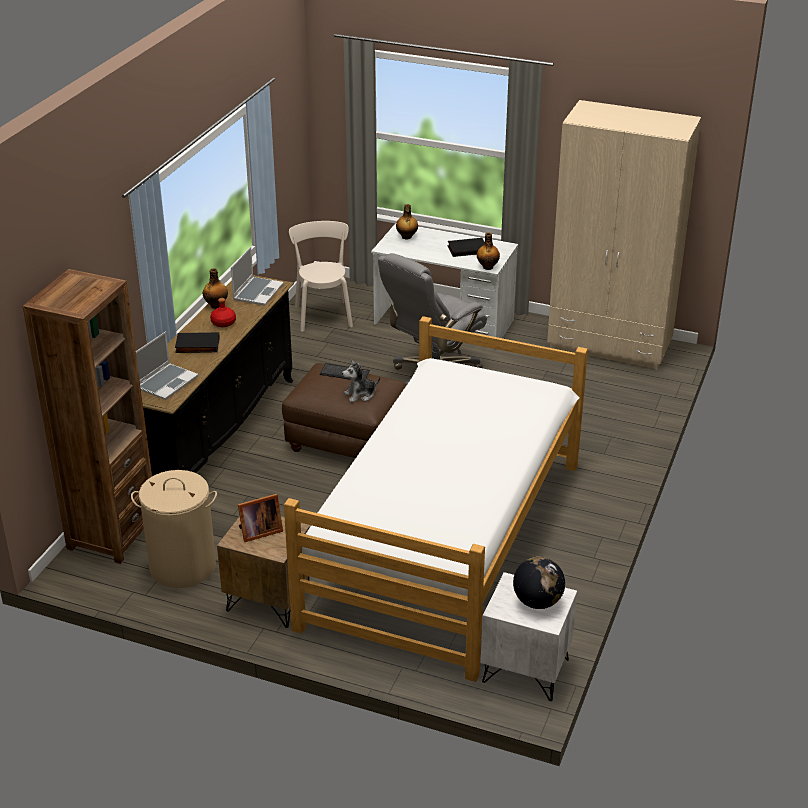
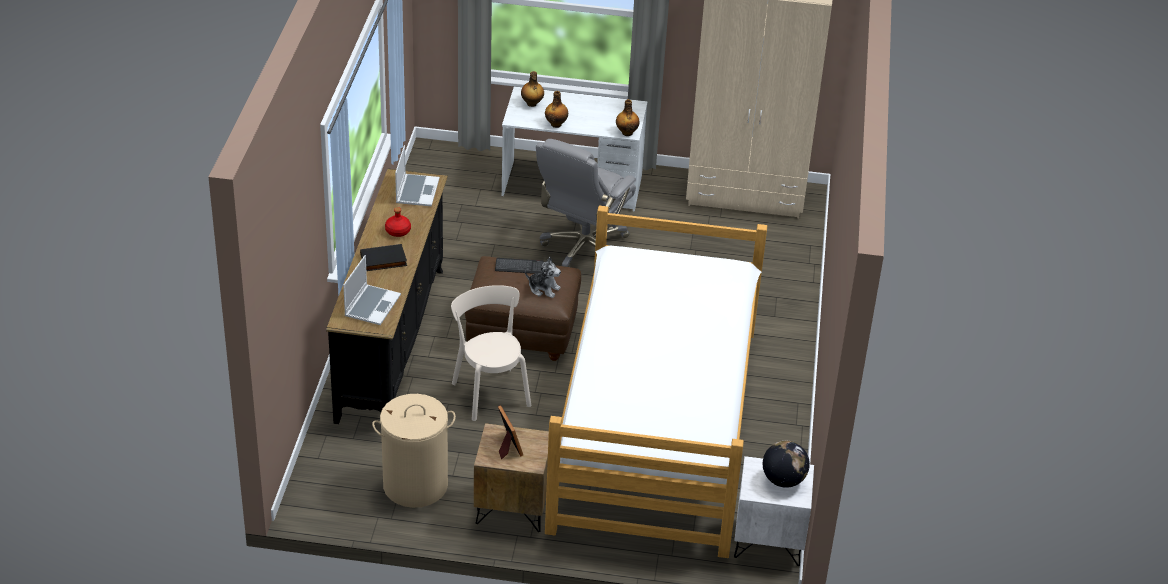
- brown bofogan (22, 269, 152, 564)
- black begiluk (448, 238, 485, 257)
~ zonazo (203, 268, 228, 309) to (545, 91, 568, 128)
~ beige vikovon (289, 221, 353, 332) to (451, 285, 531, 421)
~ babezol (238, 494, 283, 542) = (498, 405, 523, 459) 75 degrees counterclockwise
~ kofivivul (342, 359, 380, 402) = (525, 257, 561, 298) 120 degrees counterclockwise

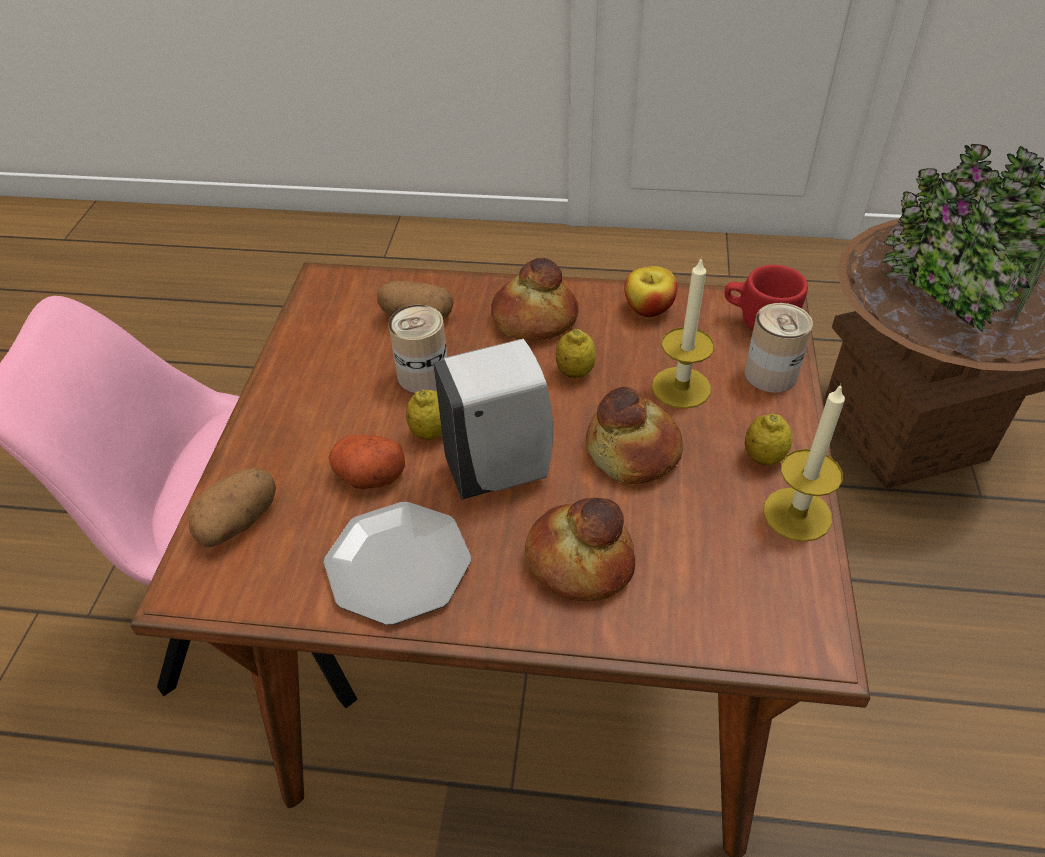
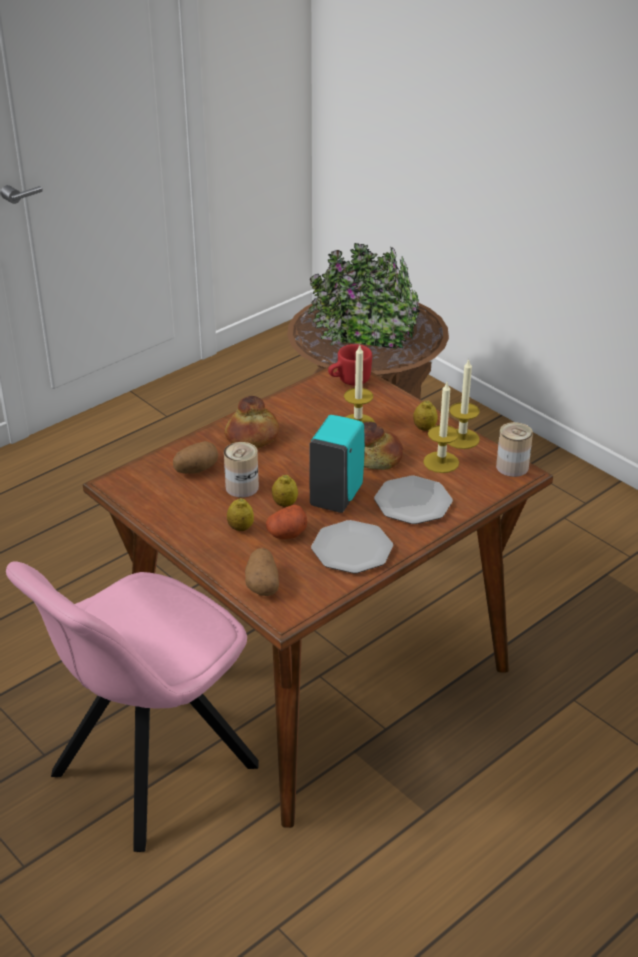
- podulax (624, 266, 677, 317)
+ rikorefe (423, 382, 459, 473)
~ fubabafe (556, 329, 596, 378) to (227, 498, 254, 531)
~ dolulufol (744, 303, 813, 393) to (496, 422, 533, 477)
~ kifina (525, 498, 635, 601) to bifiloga (374, 476, 453, 524)
~ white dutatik (433, 339, 553, 500) to turquoise dutatik (309, 415, 365, 513)

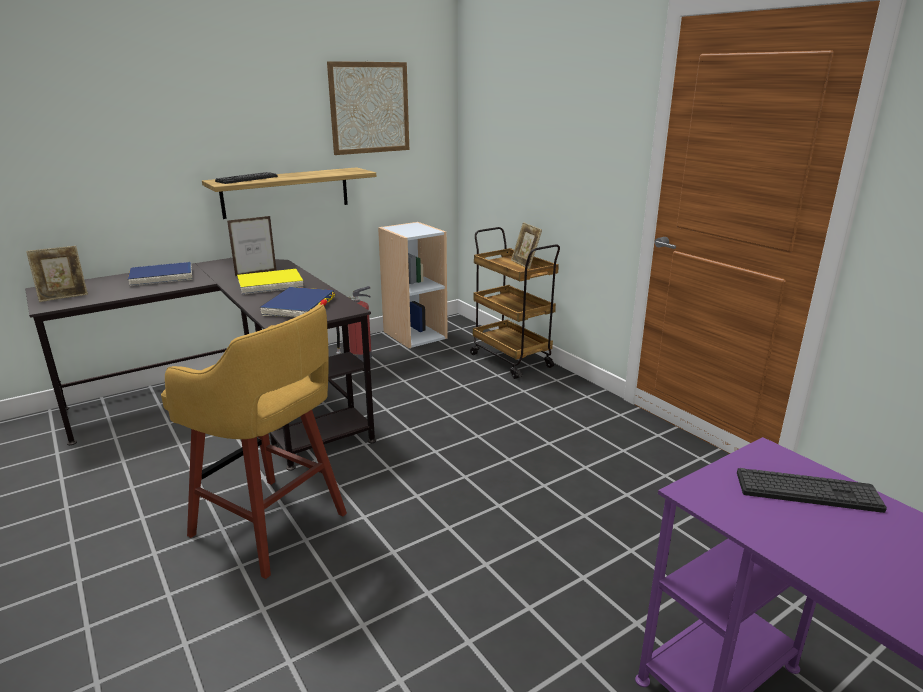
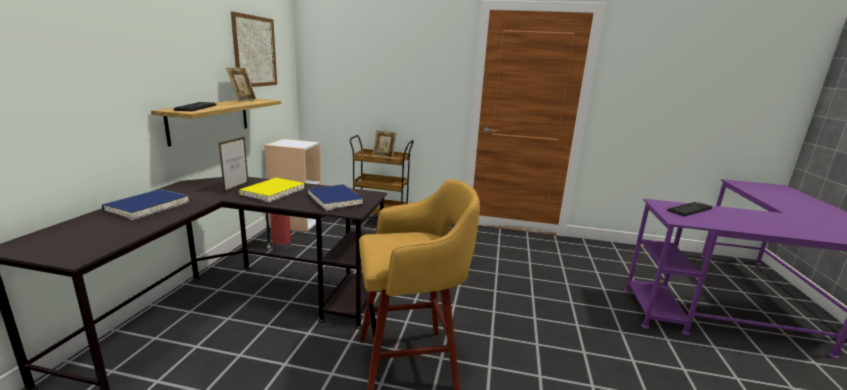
~ babezol (26, 246, 88, 302) to (226, 67, 257, 102)

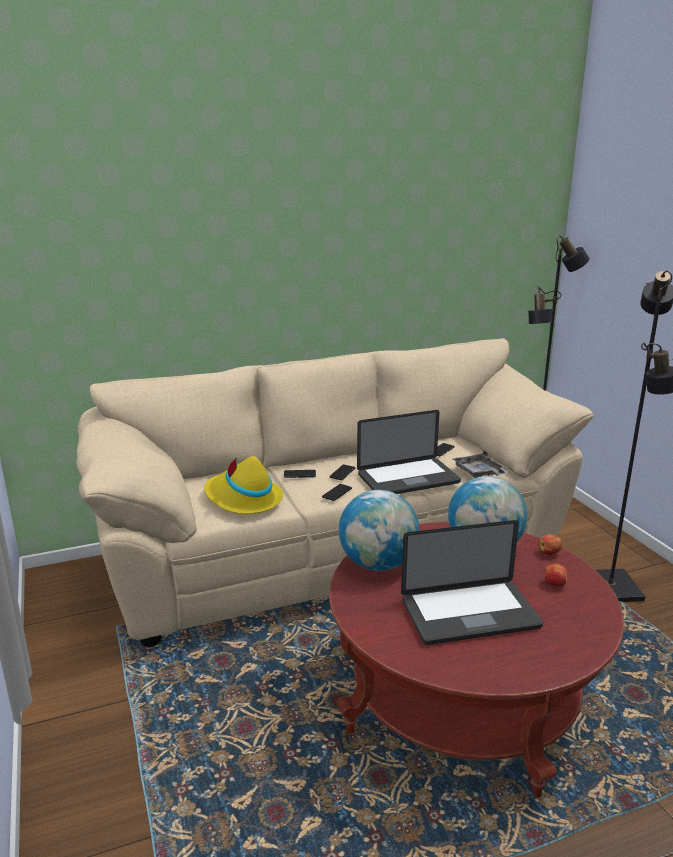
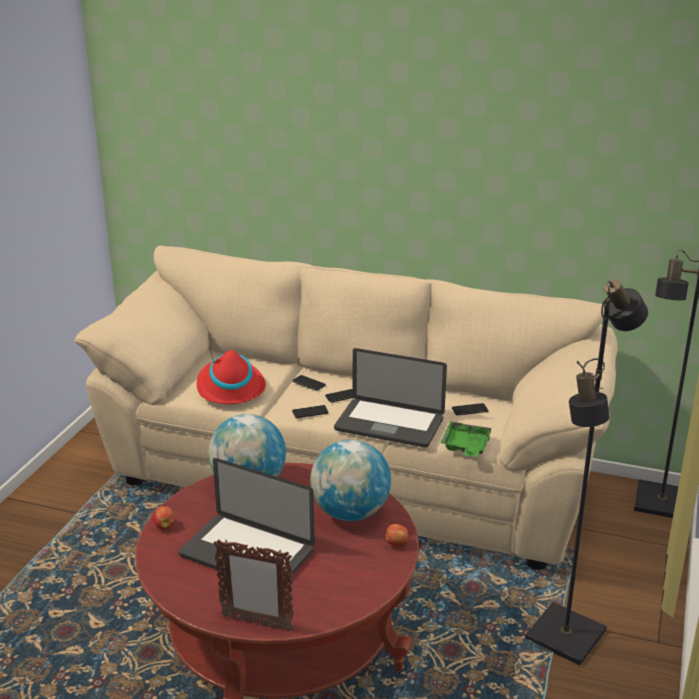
+ babezol (214, 539, 294, 631)
~ podulax (545, 564, 568, 587) to (153, 506, 175, 529)
~ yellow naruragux (204, 456, 283, 514) to red naruragux (197, 346, 266, 404)
~ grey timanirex (453, 451, 509, 478) to green timanirex (441, 421, 492, 457)

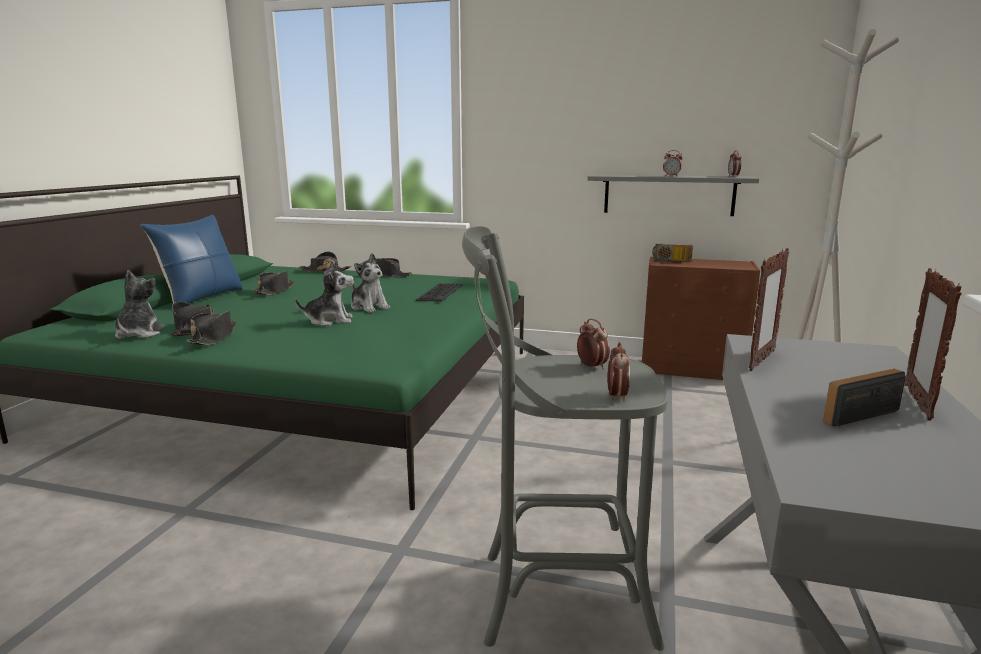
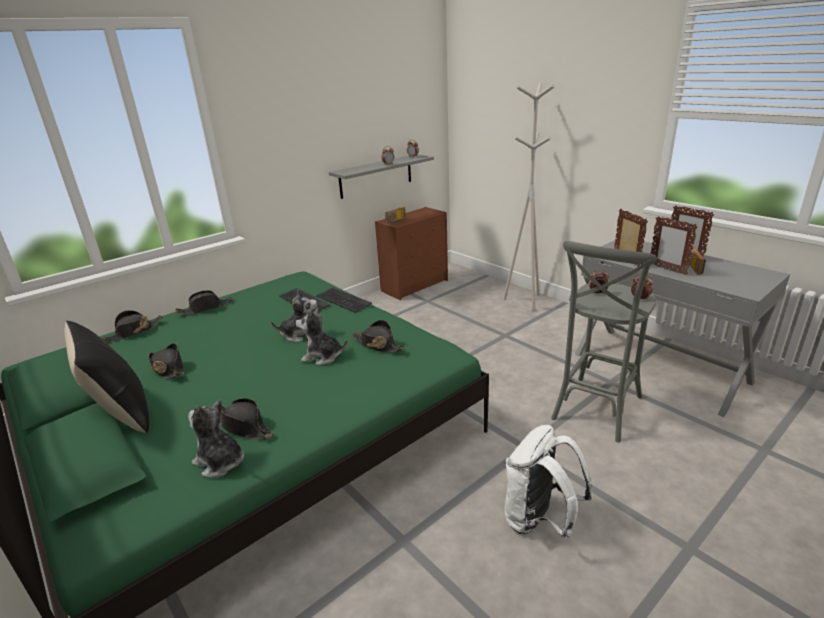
+ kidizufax (316, 287, 372, 313)
+ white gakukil (504, 425, 592, 539)
+ babezol (650, 216, 698, 275)
~ black naruragux (186, 311, 236, 345) to (352, 320, 406, 353)
~ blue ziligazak (141, 215, 243, 304) to black ziligazak (64, 321, 149, 433)
~ kofivivul (295, 261, 354, 326) = (296, 308, 348, 365) 105 degrees counterclockwise

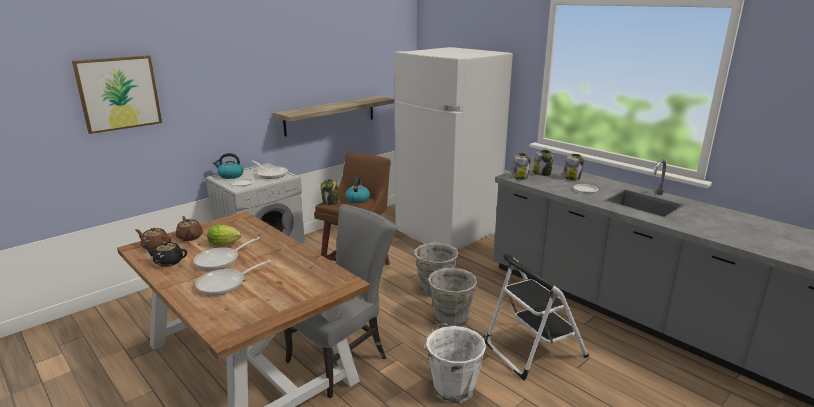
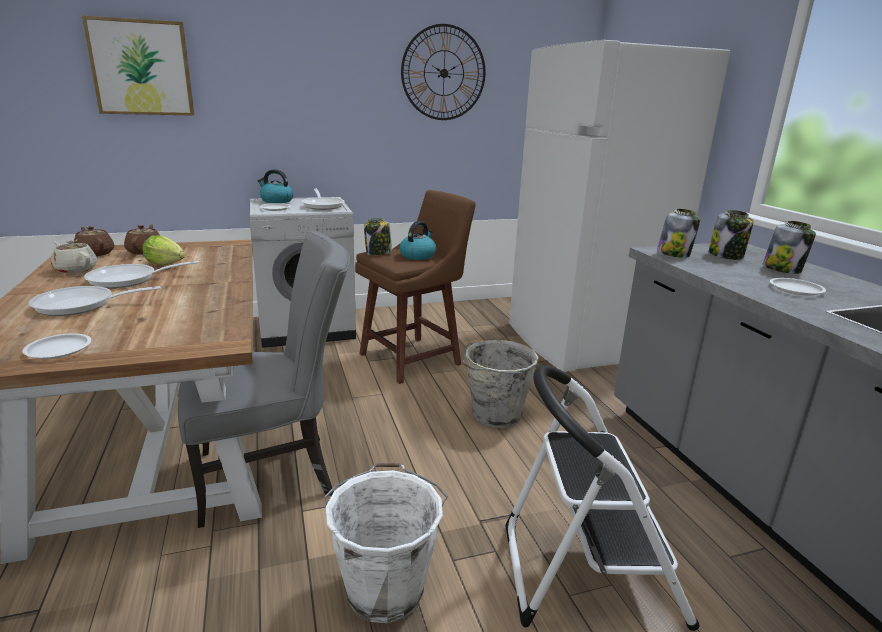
- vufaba (274, 96, 395, 137)
- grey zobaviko (425, 268, 478, 327)
+ white bifiloga (22, 333, 91, 359)
+ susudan (401, 24, 486, 120)
~ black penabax (143, 242, 187, 267) to beige penabax (51, 240, 97, 273)

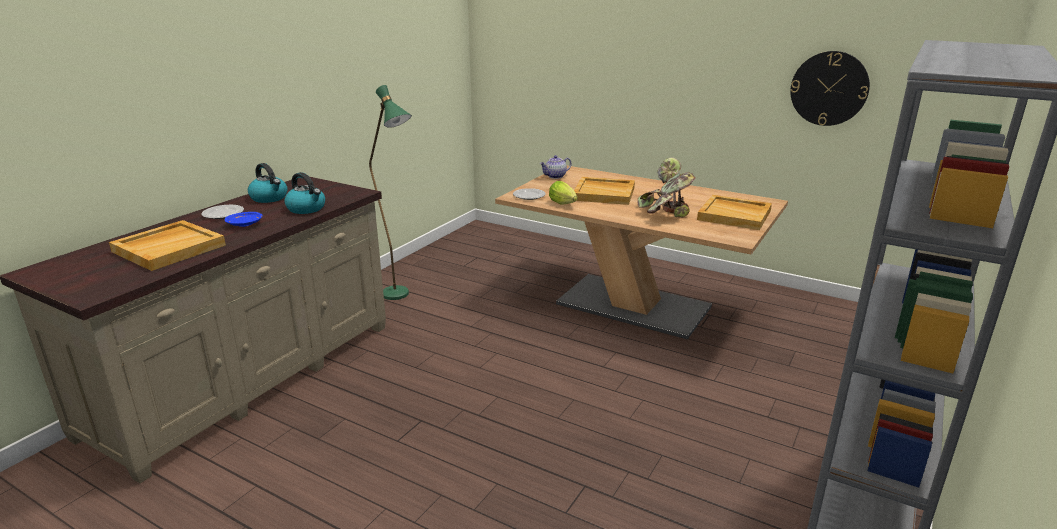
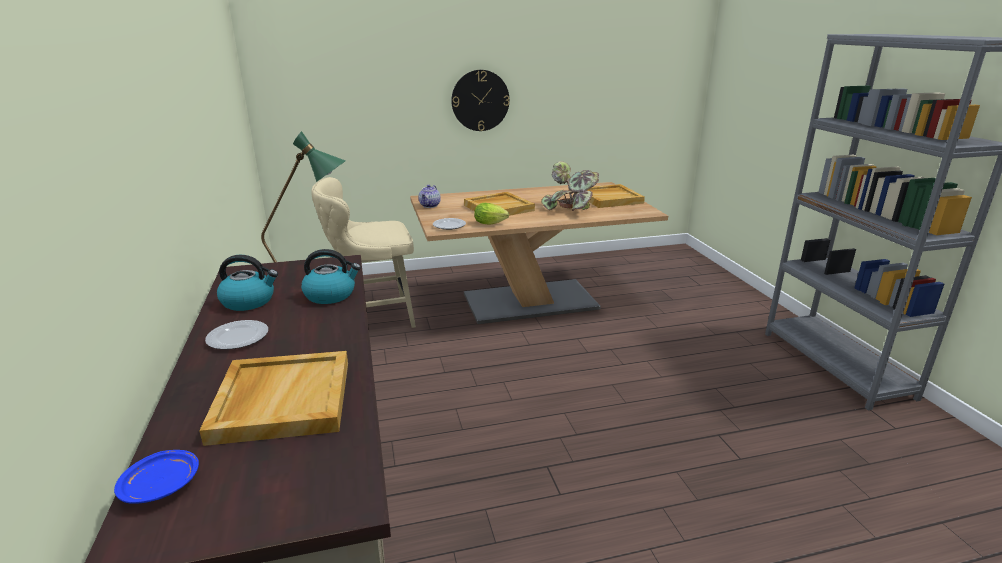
+ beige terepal (311, 177, 416, 328)
~ blue bifiloga (225, 212, 263, 227) to (114, 450, 199, 504)
~ susudan (790, 51, 870, 126) to (451, 70, 510, 131)

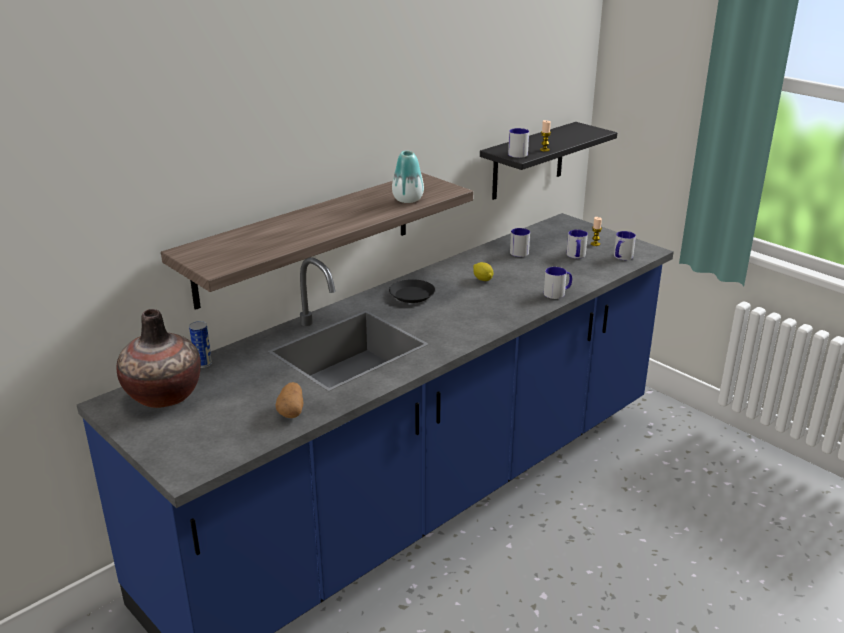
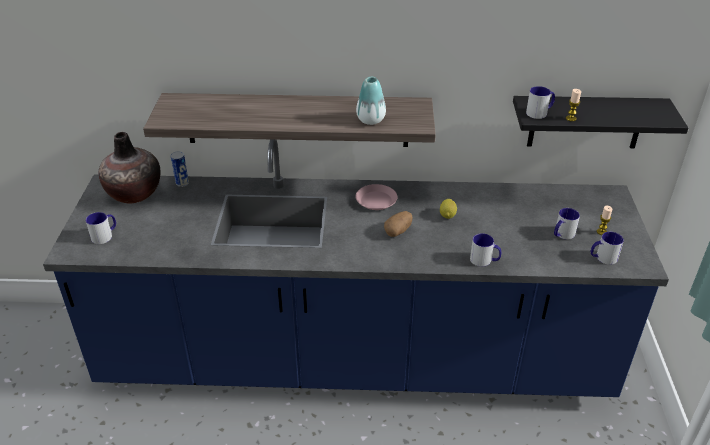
~ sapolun (275, 382, 303, 418) to (384, 211, 412, 237)
~ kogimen (510, 228, 530, 257) to (86, 212, 116, 244)
~ black bifiloga (389, 279, 435, 303) to pink bifiloga (355, 184, 397, 210)

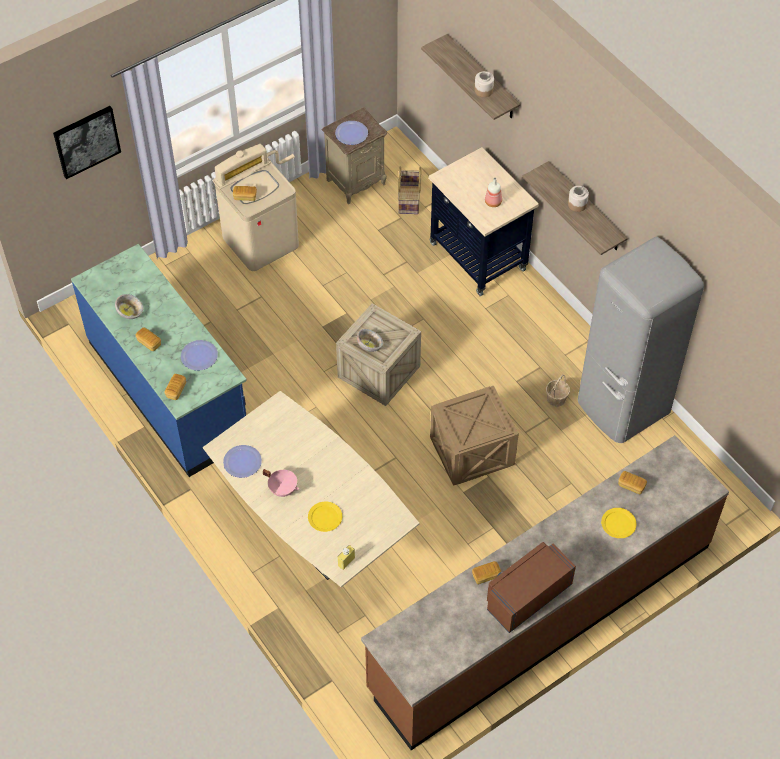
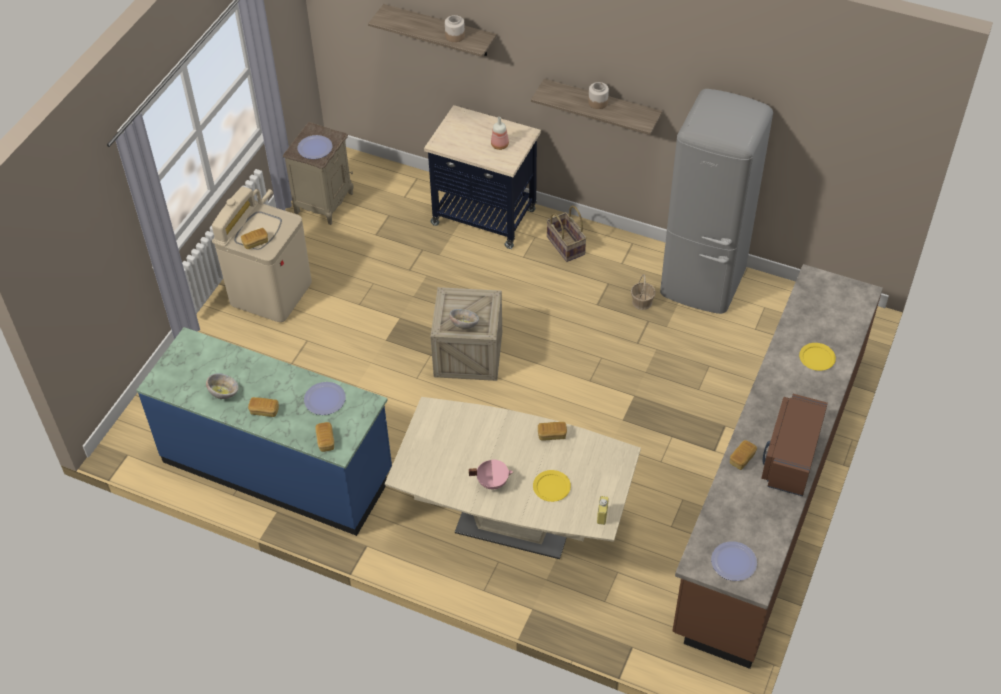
- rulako (53, 106, 121, 179)
- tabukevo (430, 386, 519, 486)
~ bifiloga (223, 445, 262, 478) to (711, 541, 757, 581)
~ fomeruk (398, 166, 421, 214) to (546, 206, 587, 262)
~ kifina (618, 471, 647, 494) to (538, 422, 567, 441)

